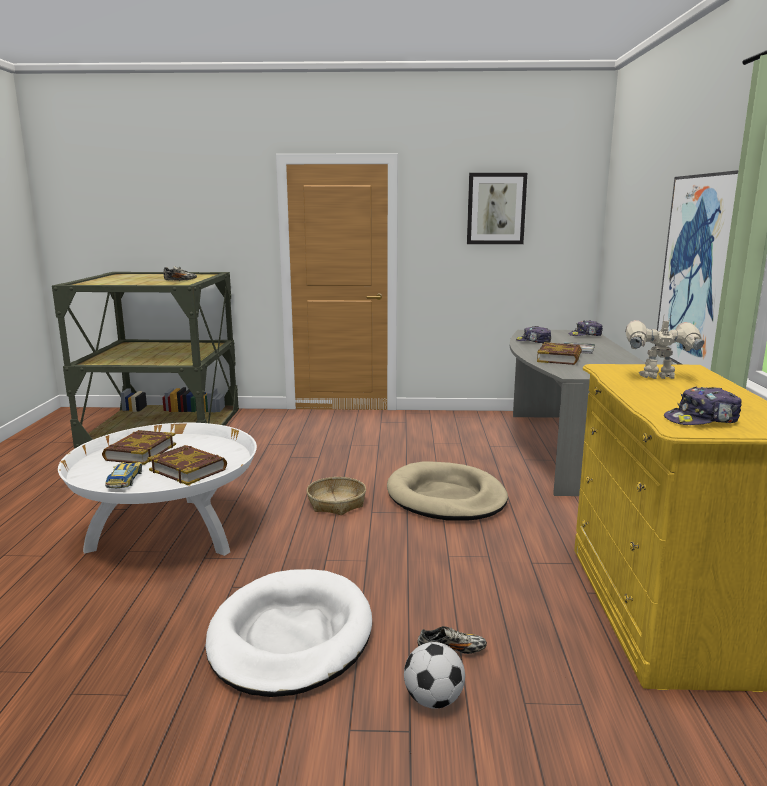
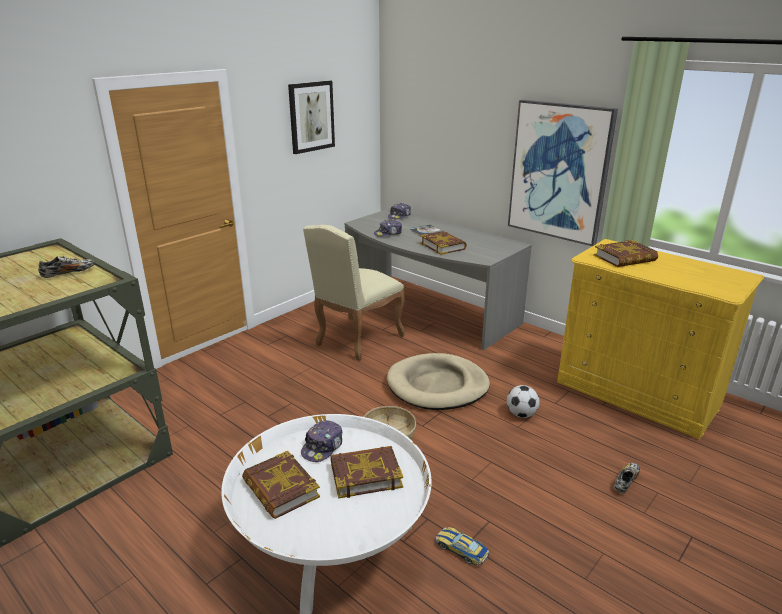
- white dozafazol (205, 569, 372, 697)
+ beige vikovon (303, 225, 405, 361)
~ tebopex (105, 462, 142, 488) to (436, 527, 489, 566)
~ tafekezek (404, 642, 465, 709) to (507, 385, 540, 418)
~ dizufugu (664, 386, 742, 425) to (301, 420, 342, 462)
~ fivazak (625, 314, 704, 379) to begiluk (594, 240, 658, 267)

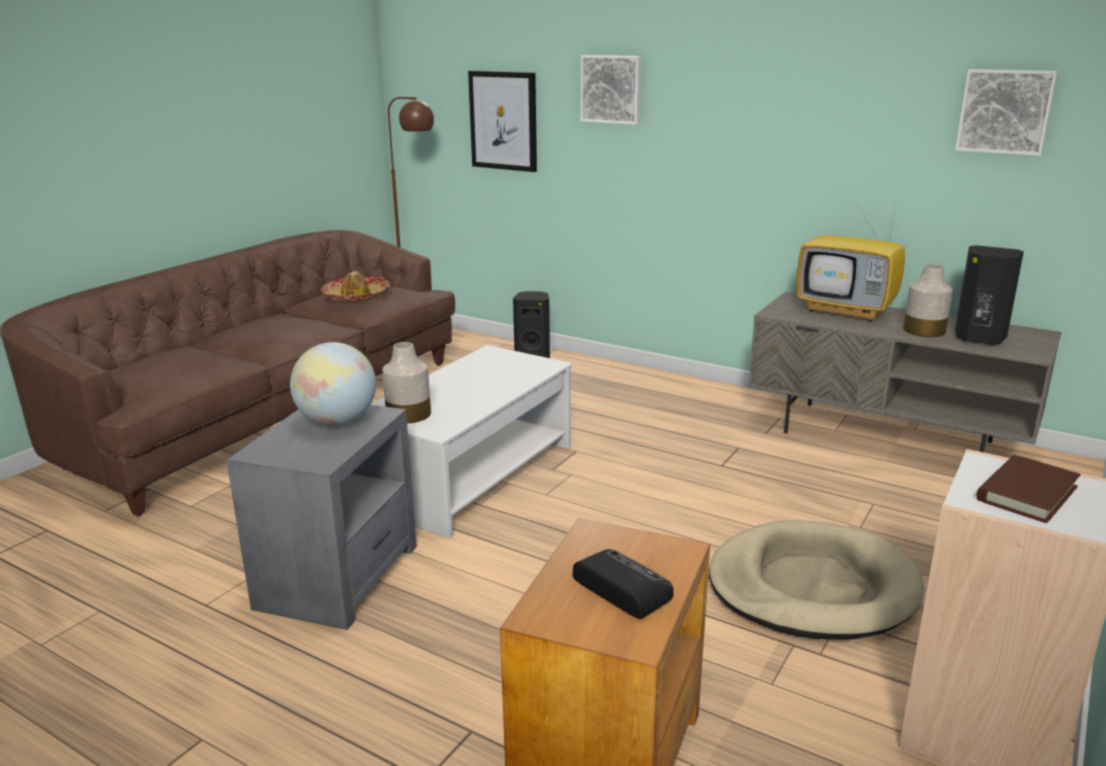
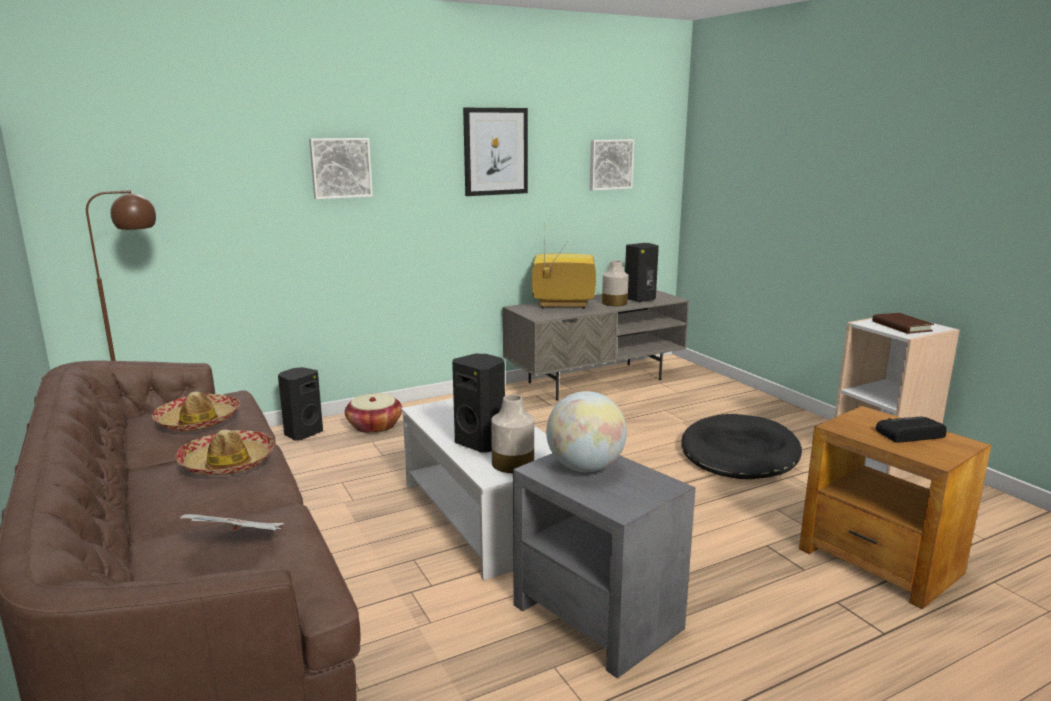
+ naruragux (175, 430, 275, 475)
+ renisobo (180, 514, 284, 531)
+ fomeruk (345, 393, 402, 433)
+ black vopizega (452, 354, 505, 453)
~ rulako (468, 71, 537, 172) to (463, 108, 528, 196)
~ beige dozafazol (709, 520, 924, 640) to black dozafazol (681, 414, 802, 479)
~ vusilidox (796, 199, 905, 322) = (532, 231, 596, 309) 150 degrees counterclockwise

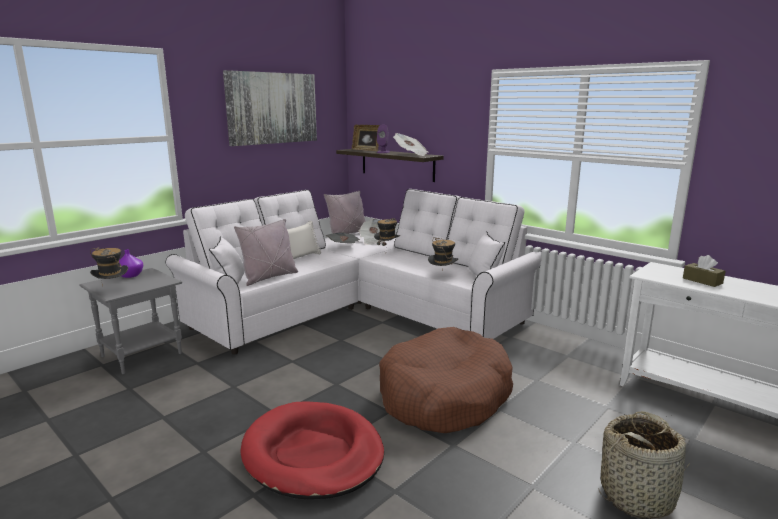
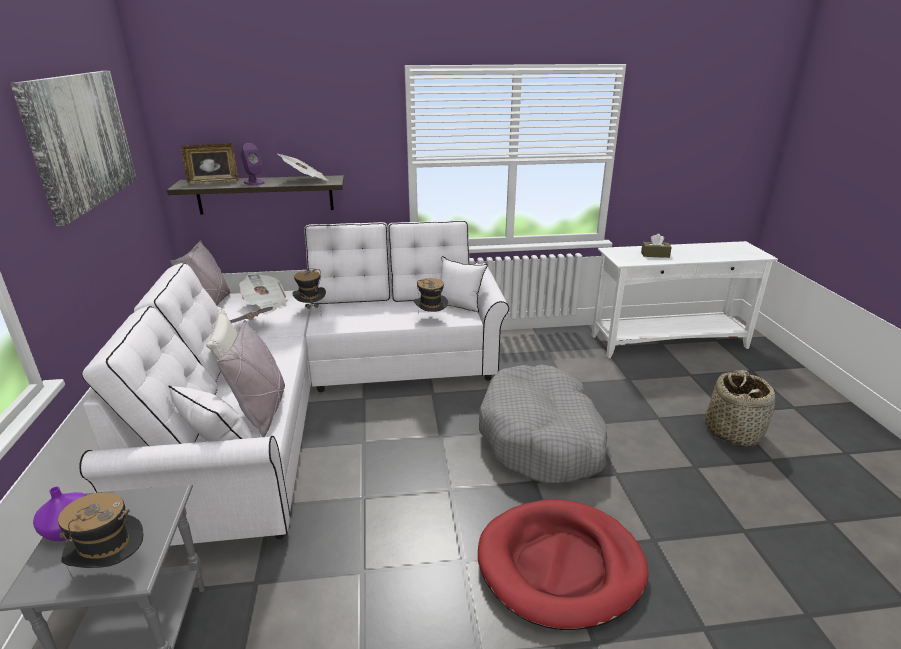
~ brown dozafazol (379, 327, 513, 433) to grey dozafazol (479, 364, 607, 483)

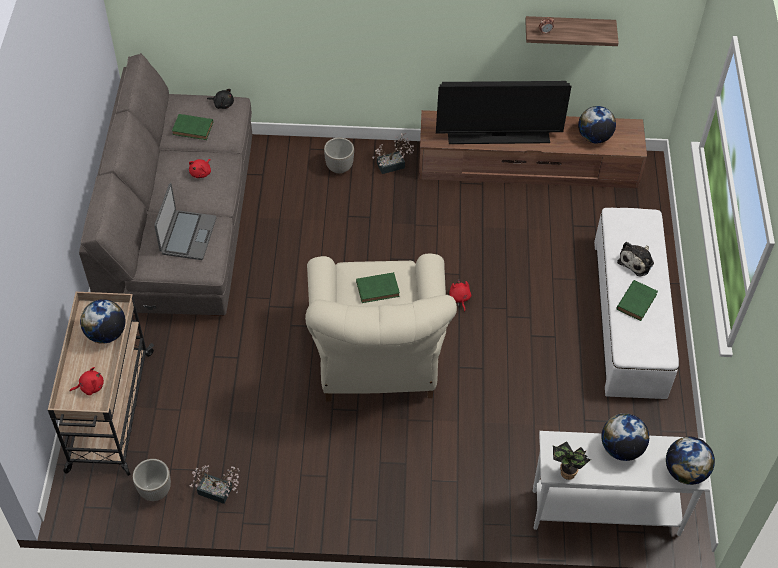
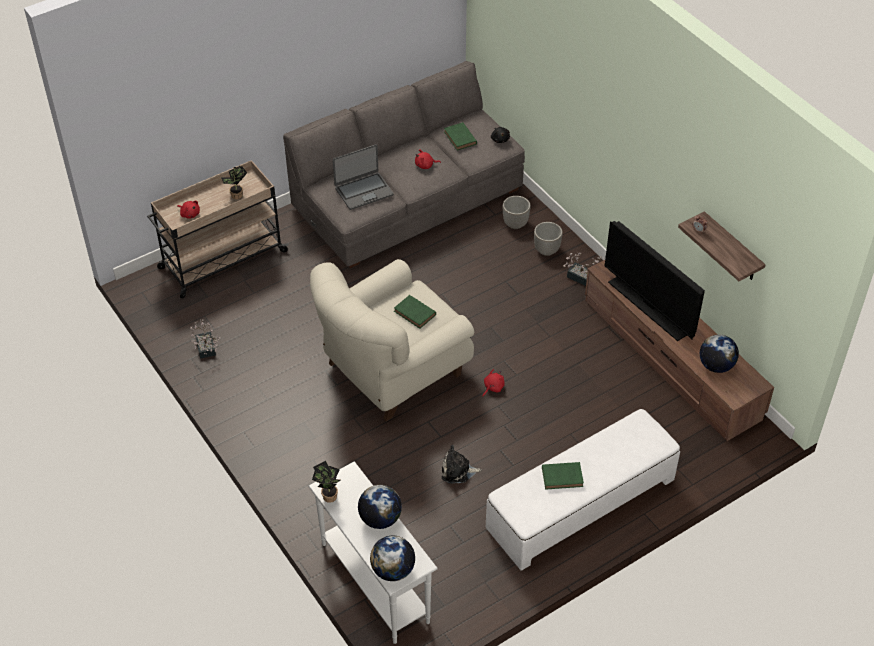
~ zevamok (133, 459, 171, 501) to (503, 196, 531, 229)
~ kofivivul (617, 242, 654, 276) to (442, 445, 482, 483)
~ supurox (80, 299, 125, 344) to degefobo (221, 166, 247, 199)

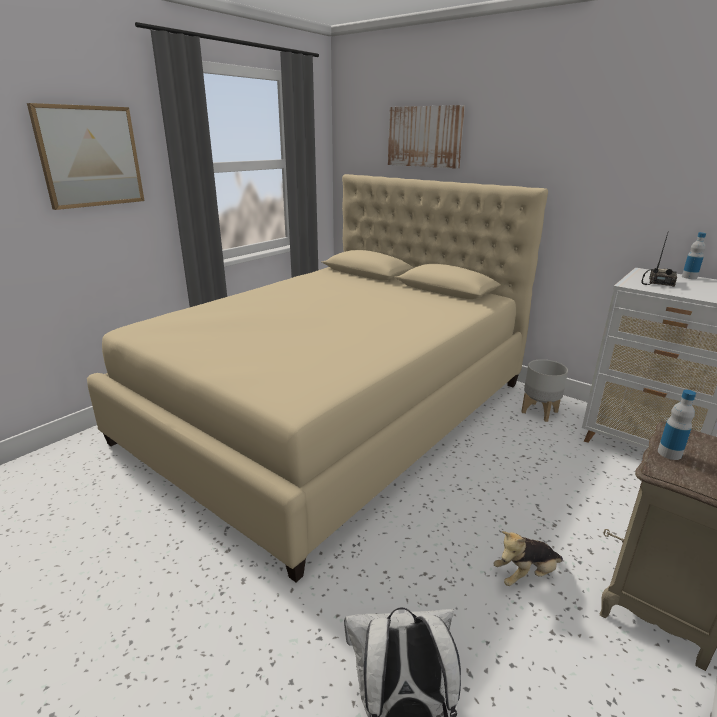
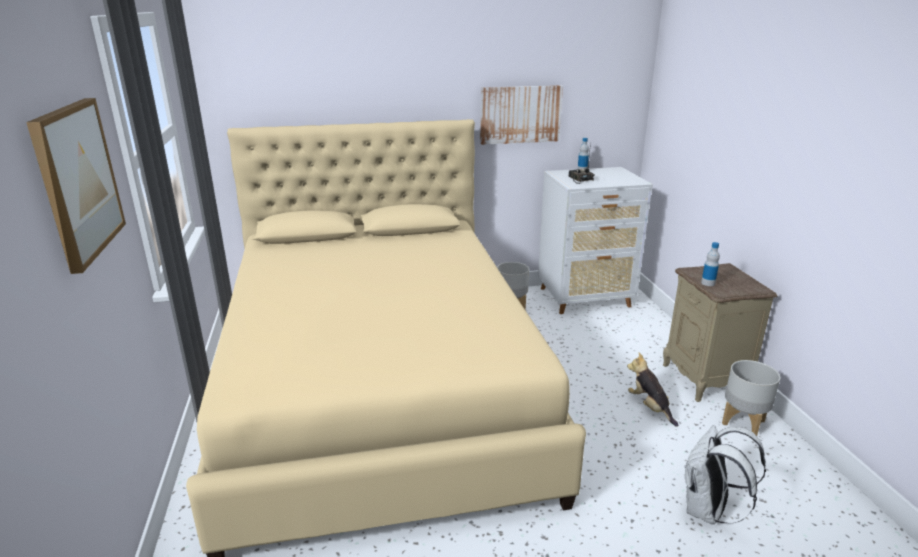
+ grey zevamok (722, 360, 780, 436)
~ rulako (388, 105, 465, 169) to (480, 85, 563, 145)
~ kofivivul (494, 531, 563, 586) = (627, 353, 678, 427) 135 degrees clockwise

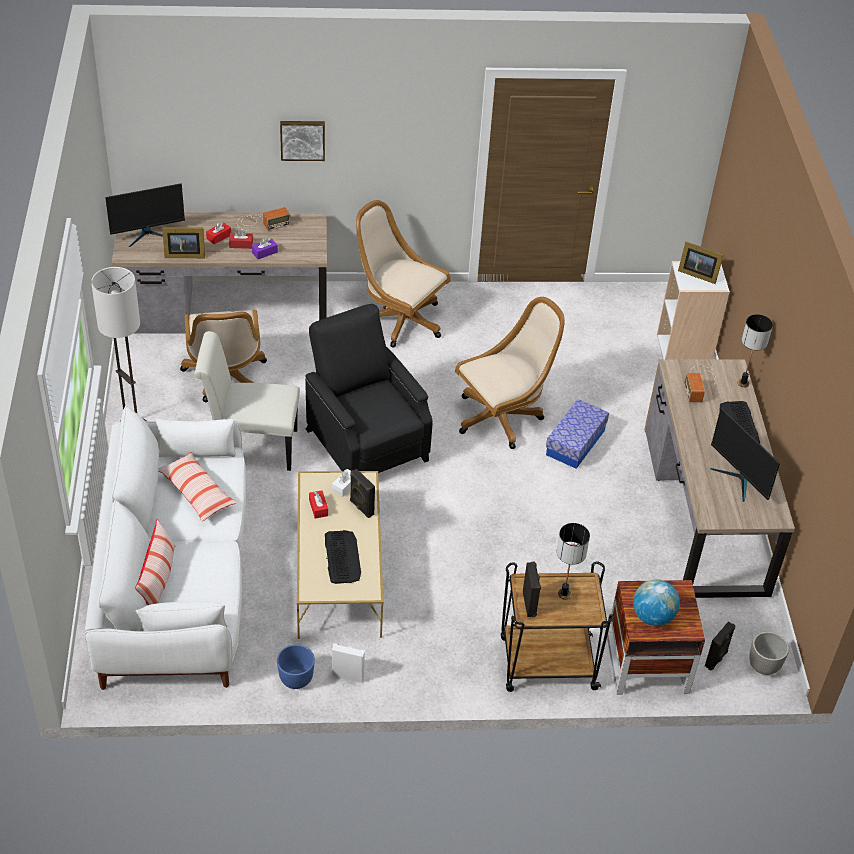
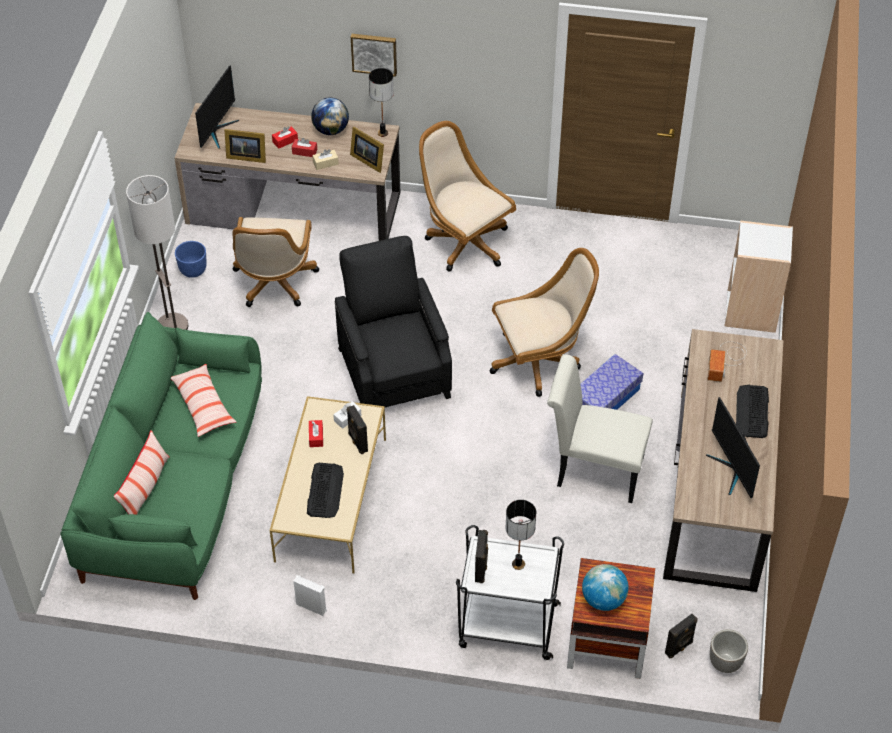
~ white vikovon (194, 331, 300, 471) to (547, 354, 653, 503)
~ blue zevamok (277, 644, 315, 689) to (175, 241, 207, 278)
~ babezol (678, 242, 724, 284) to (350, 127, 384, 173)
~ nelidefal (738, 314, 773, 388) to (369, 68, 394, 137)
~ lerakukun (237, 207, 291, 231) to supurox (311, 98, 349, 135)
~ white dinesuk (84, 406, 246, 690) to green dinesuk (61, 312, 262, 600)
~ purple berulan (252, 238, 278, 259) to beige berulan (312, 149, 339, 170)
~ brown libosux (501, 561, 614, 692) to white libosux (456, 525, 564, 660)
~ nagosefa (105, 183, 185, 247) = (195, 65, 239, 149) 60 degrees counterclockwise

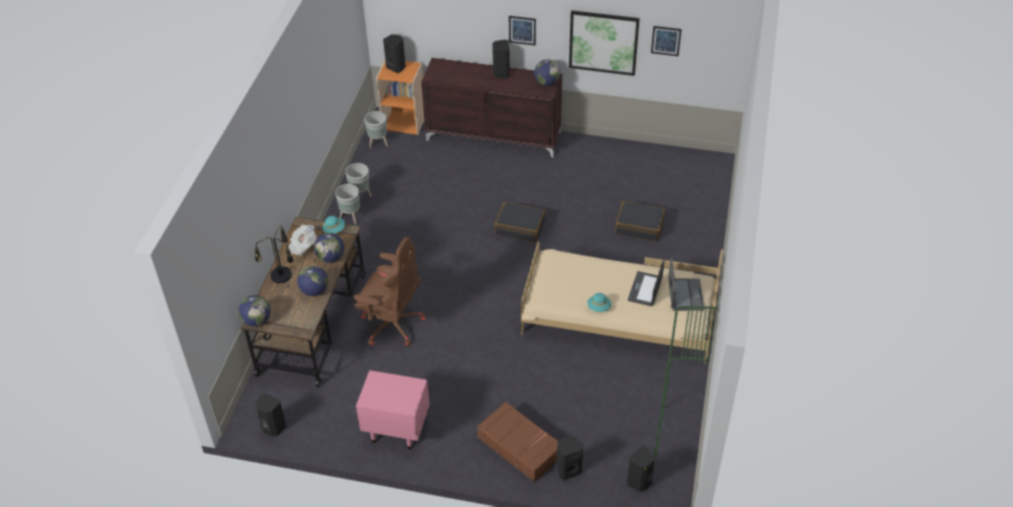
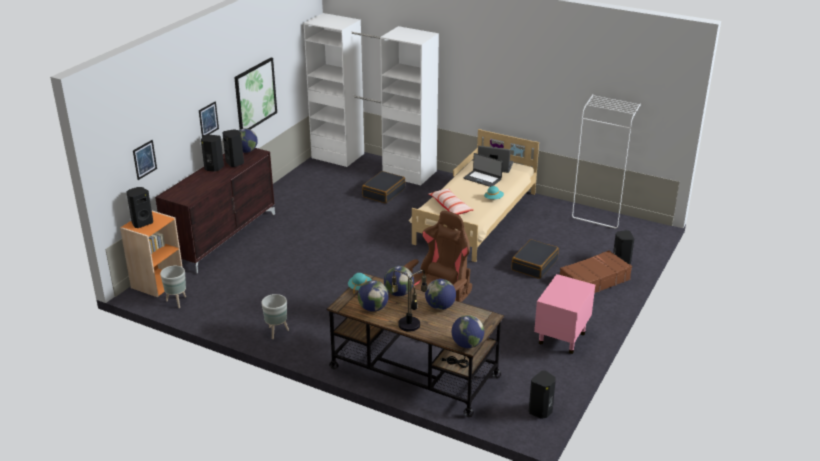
- grey zevamok (345, 163, 372, 196)
+ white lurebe (304, 13, 439, 185)
+ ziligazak (428, 188, 474, 215)
~ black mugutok (495, 202, 546, 242) to (512, 239, 559, 279)
~ black vopizega (627, 446, 655, 492) to (222, 129, 244, 167)
~ rulako (651, 26, 682, 56) to (133, 140, 157, 180)
~ renisobo (288, 225, 317, 256) to supurox (358, 280, 389, 312)
~ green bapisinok (655, 306, 717, 458) to white bapisinok (572, 95, 641, 228)

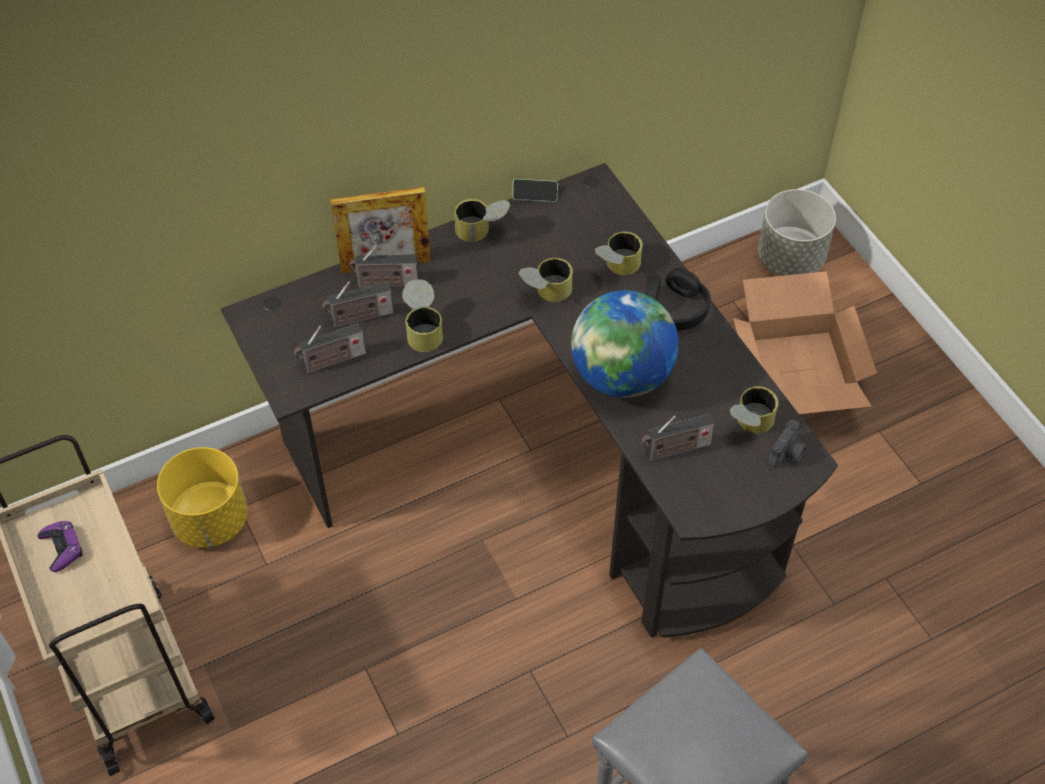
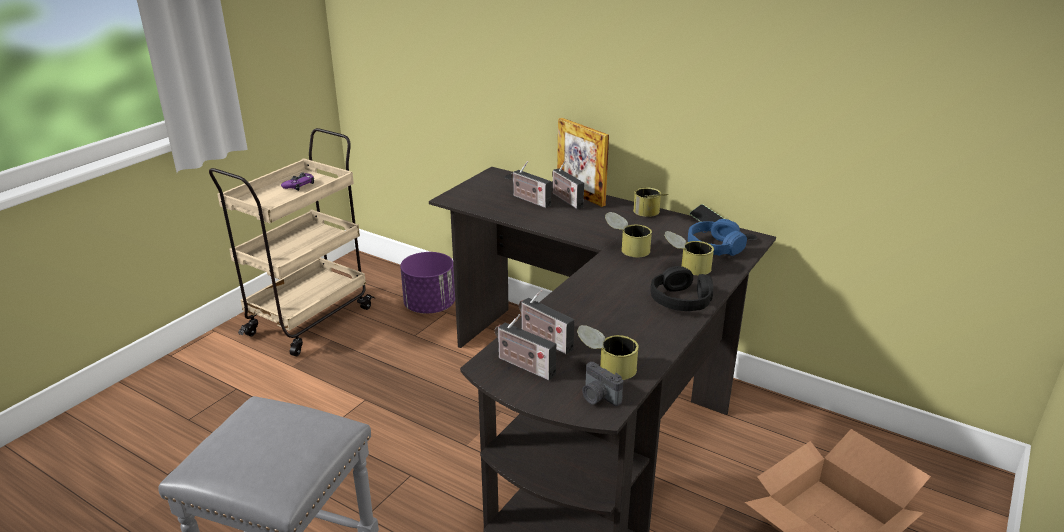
- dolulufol (402, 279, 443, 352)
- supurox (571, 290, 679, 398)
- grey zevamok (758, 189, 836, 276)
+ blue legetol (688, 219, 747, 256)
~ lerakukun (294, 323, 366, 373) to (495, 314, 556, 380)
~ yellow zevamok (157, 447, 248, 548) to purple zevamok (400, 252, 455, 314)
~ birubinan (769, 420, 807, 467) = (582, 362, 623, 406) 45 degrees clockwise

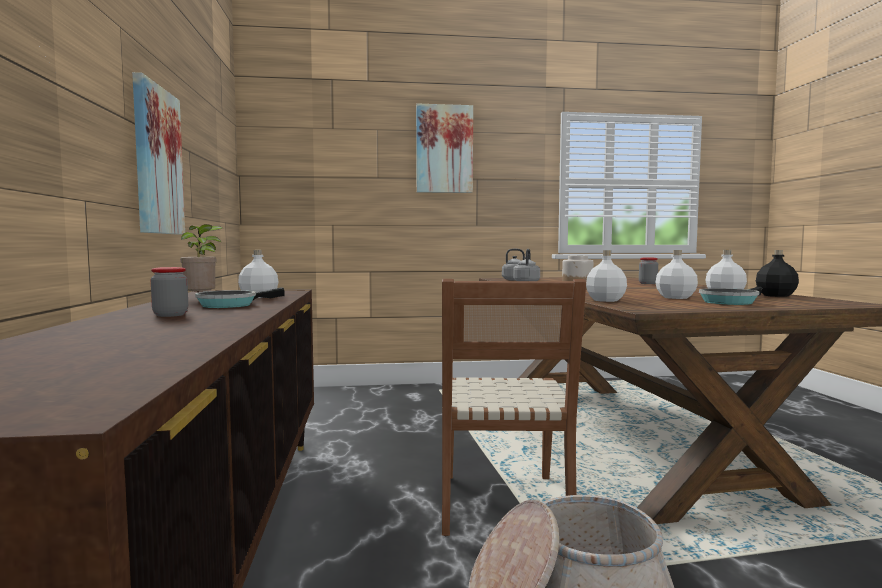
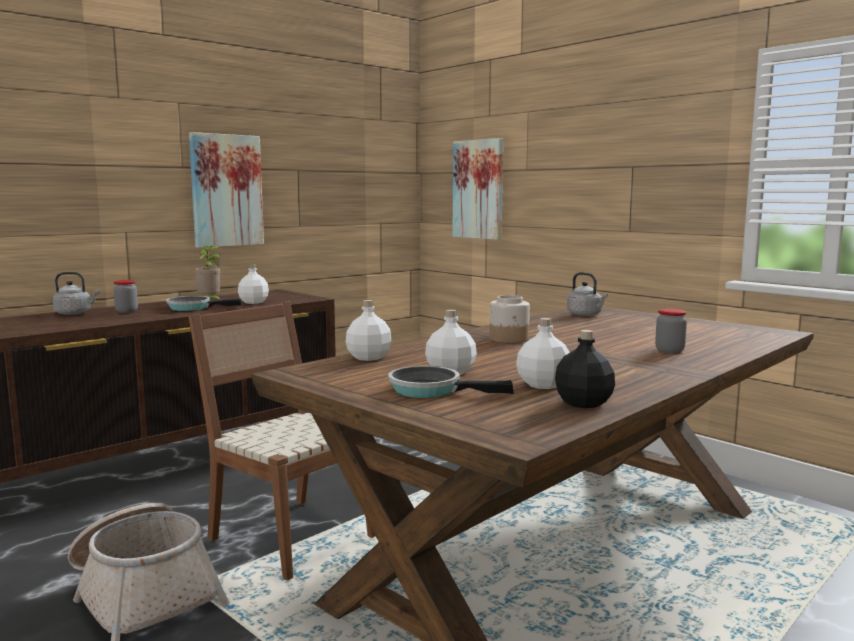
~ rulako (416, 104, 473, 193) to (453, 138, 503, 240)
~ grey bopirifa (513, 249, 540, 281) to (52, 272, 100, 315)
~ vikovon (442, 279, 586, 536) = (189, 301, 375, 580) 75 degrees clockwise

